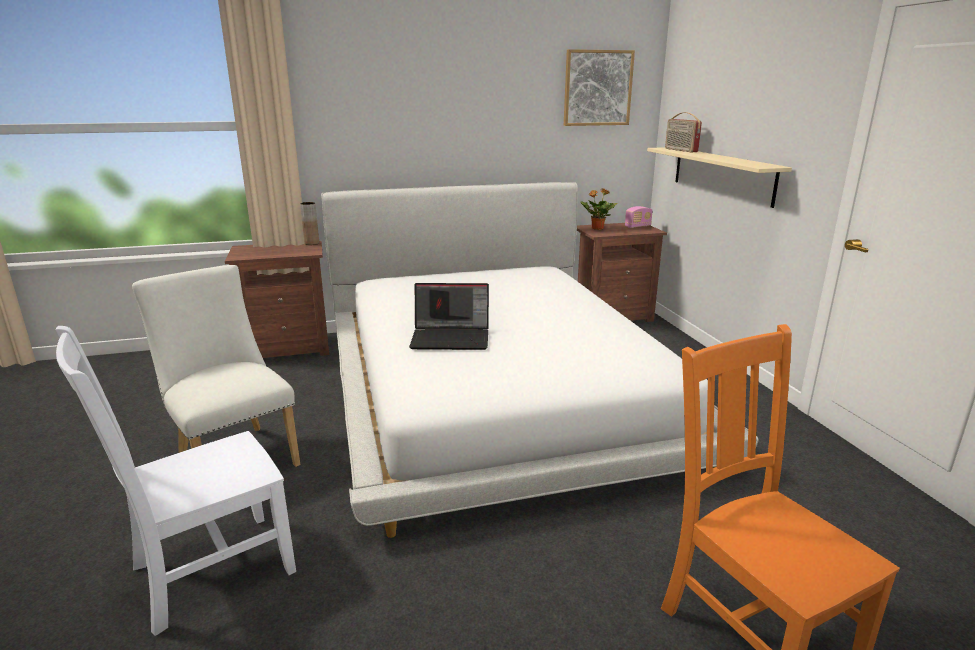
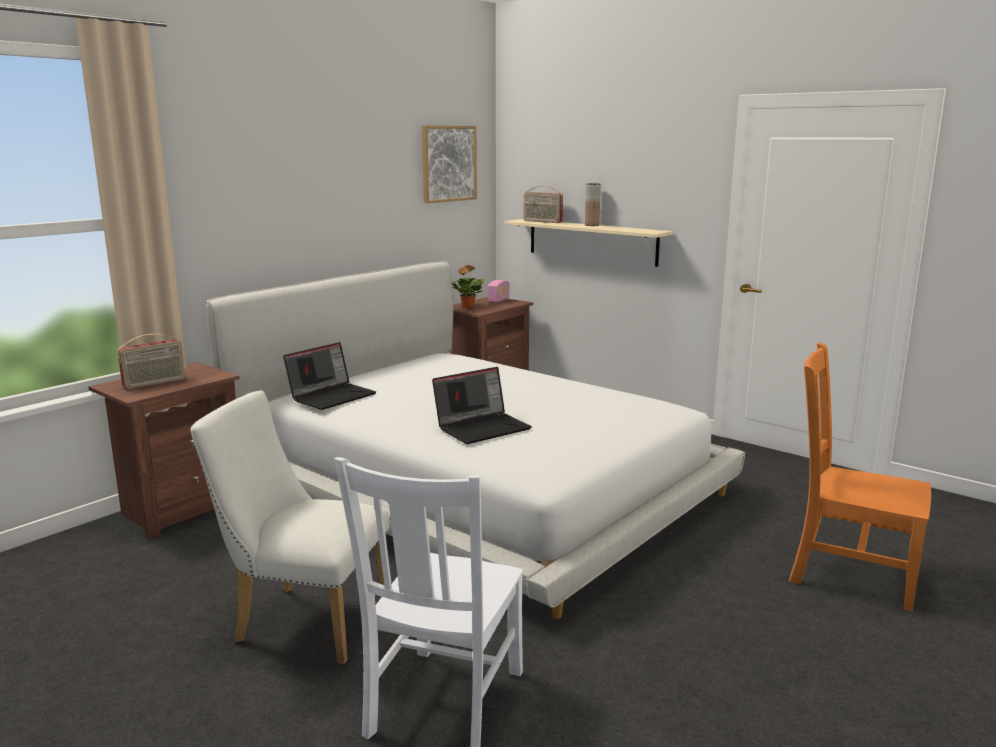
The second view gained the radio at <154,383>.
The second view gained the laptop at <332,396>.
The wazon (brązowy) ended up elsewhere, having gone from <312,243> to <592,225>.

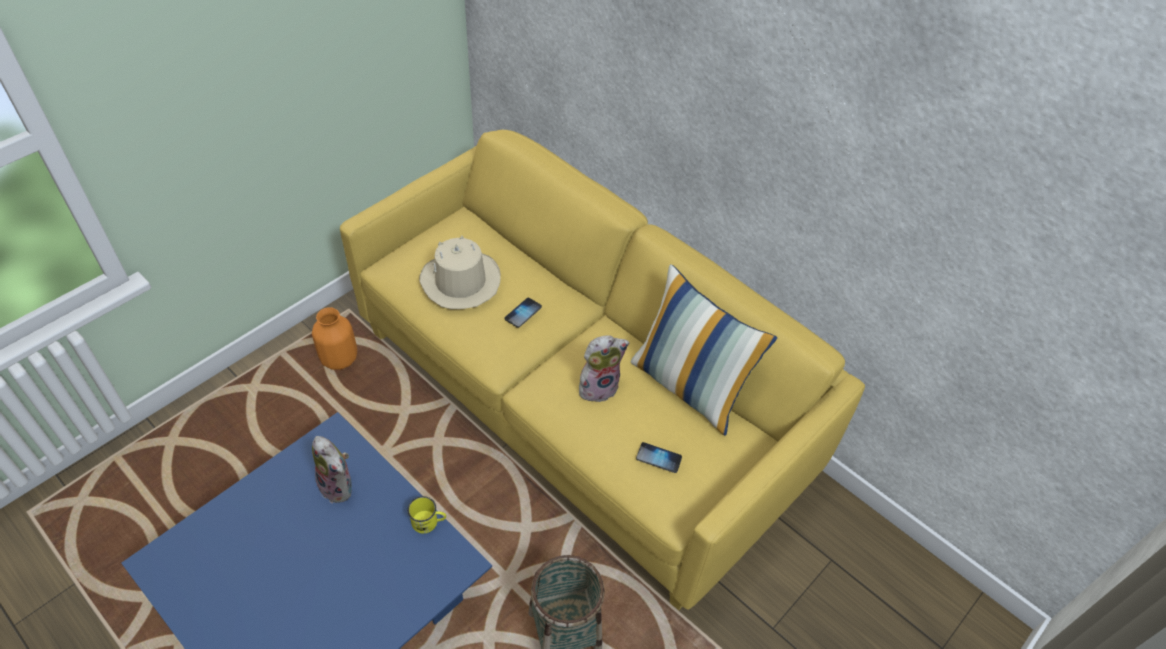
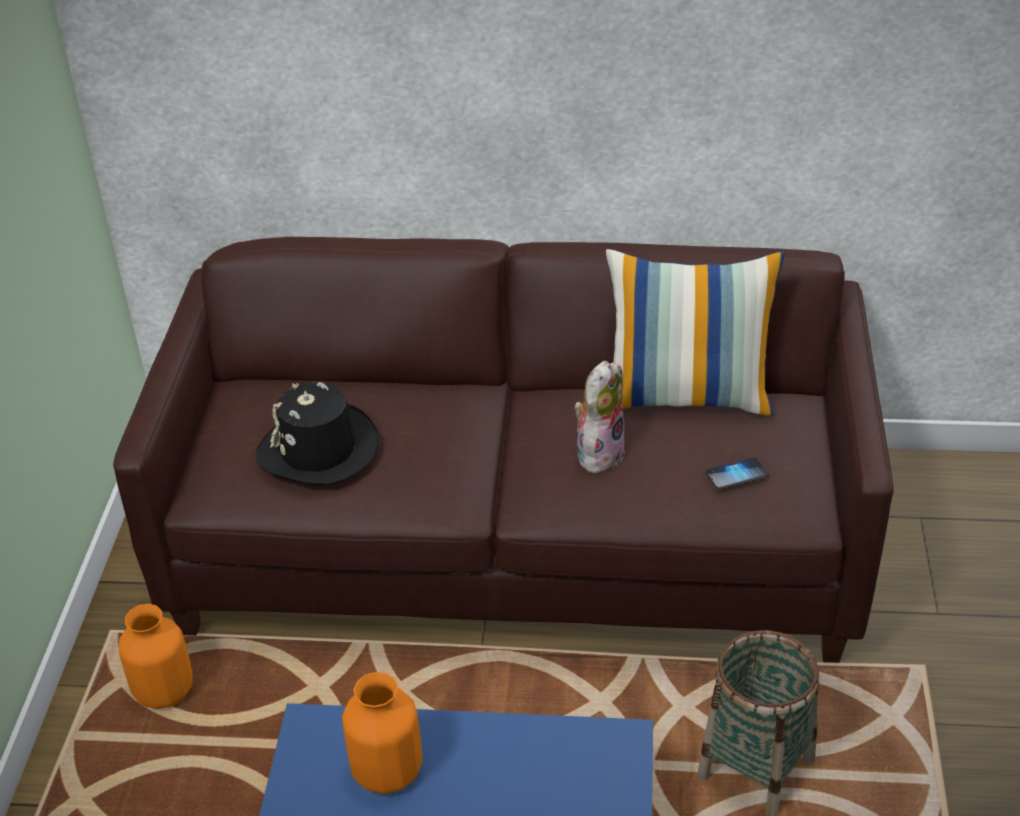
The second view lost the kubek (żółty) at <429,522>.
The second view lost the telefon at <523,313>.
Where the pluszak stood at <339,486>, the wazon (pomarańczowy) came to stand at <386,772>.
What was the kanapa (żółty) at <579,403> turned into the kanapa (brązowy) at <517,545>.
What was the kapelusz (beżowy) at <460,282> turned into the kapelusz (czarny) at <319,450>.

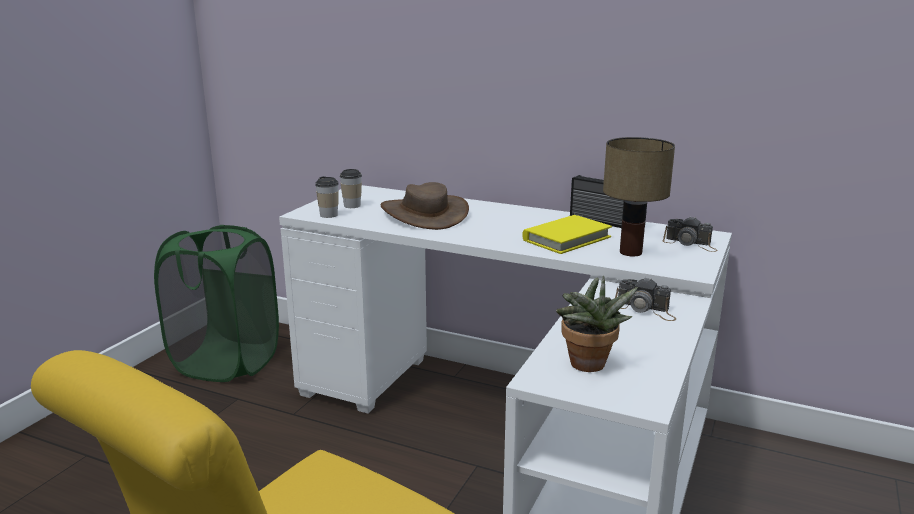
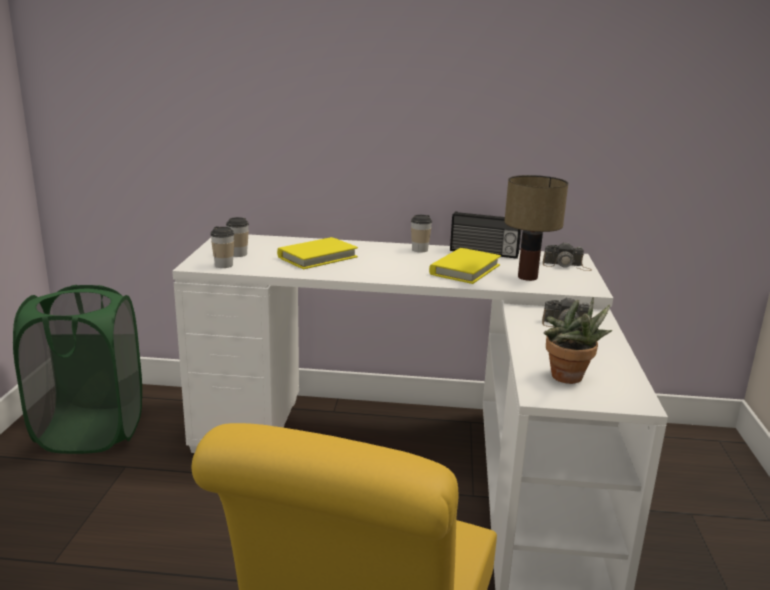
The second view gained the filiżanka at <419,250>.
Where the kapelusz (brązowy) stood at <424,214>, the książka (żółty) came to stand at <317,257>.

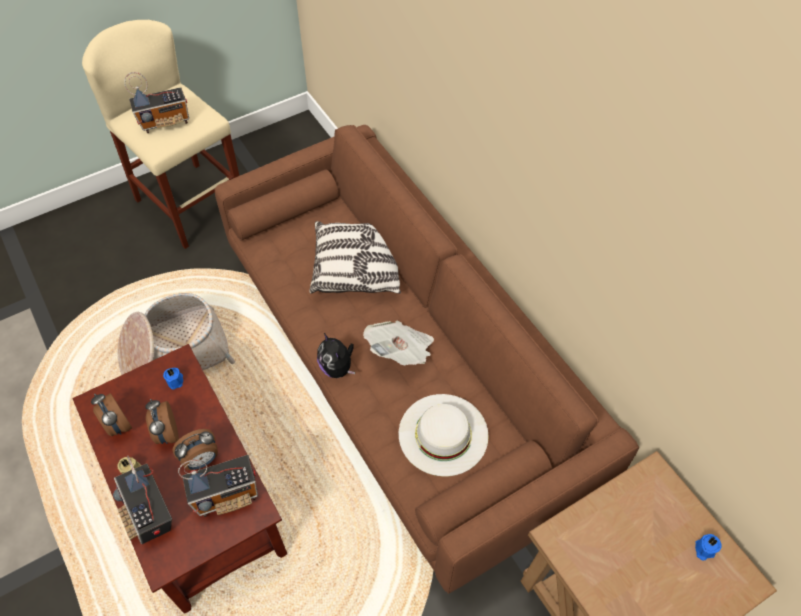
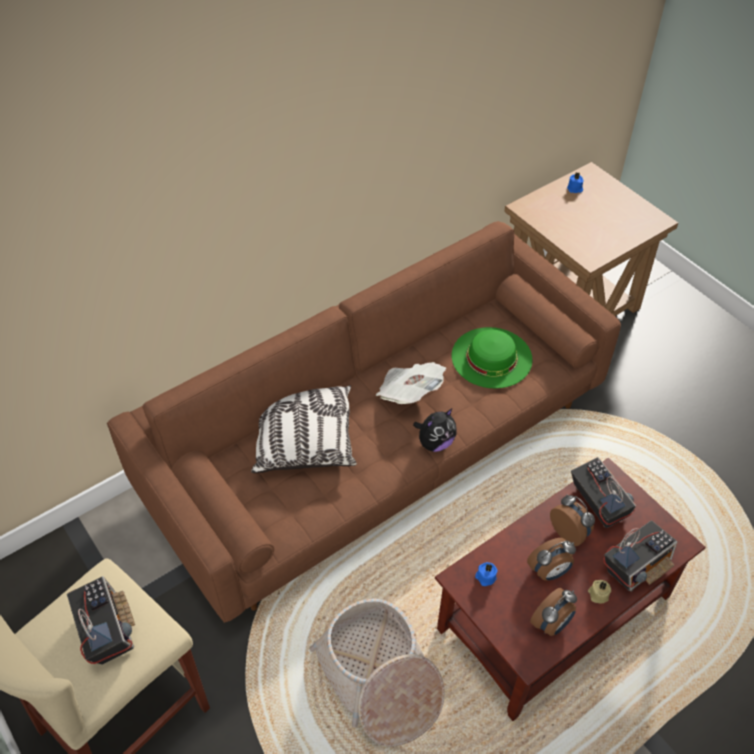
What was the kapelusz (biały) at <443,434> turned into the kapelusz (zielony) at <491,357>.

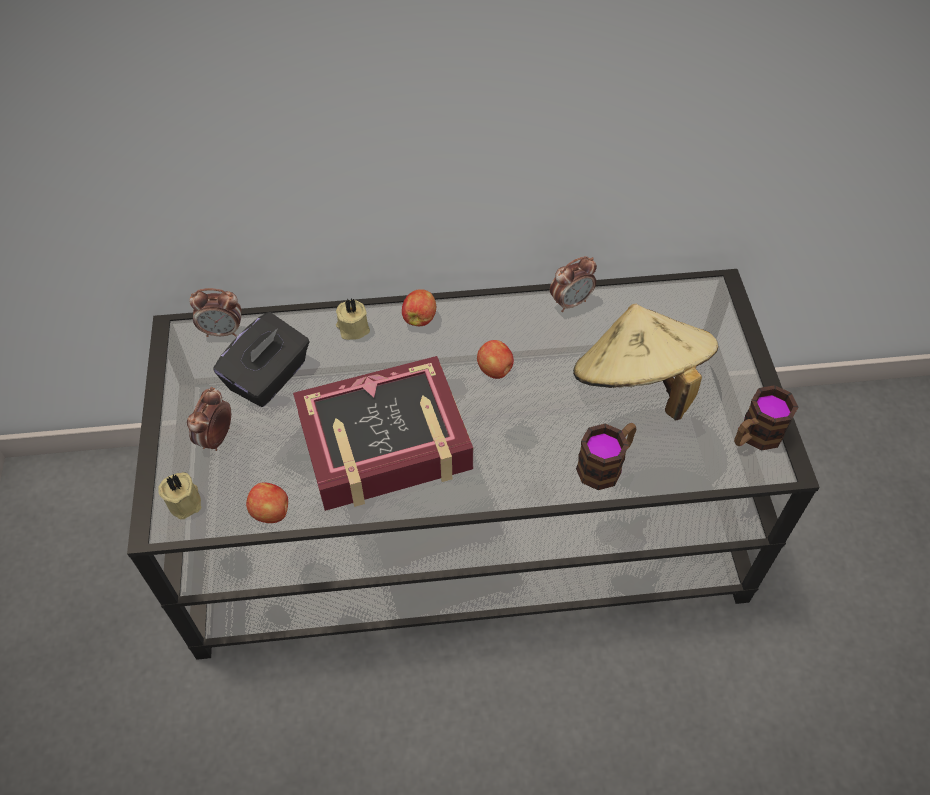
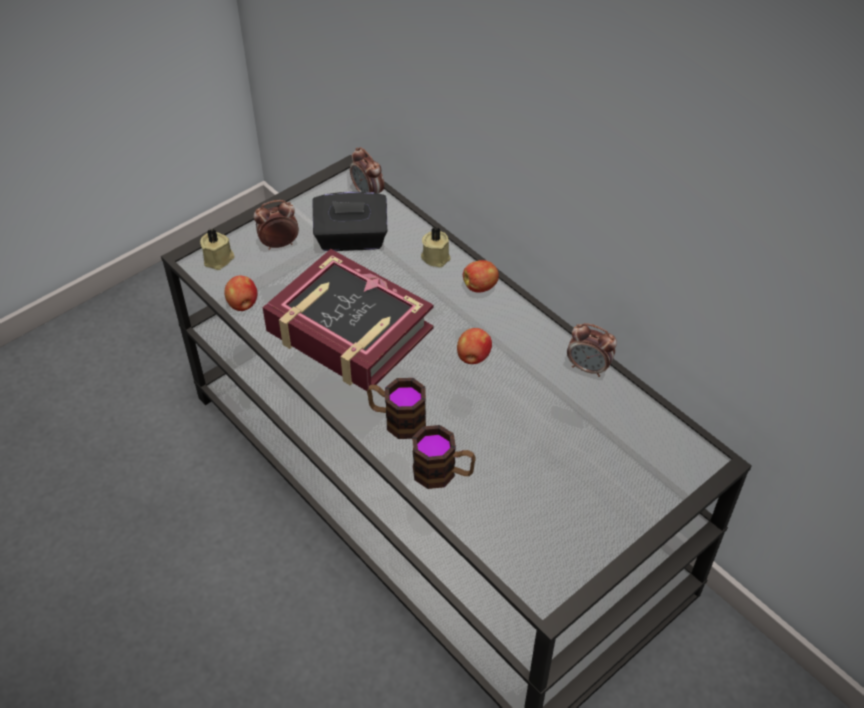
The second view lost the kapelusz (beżowy) at <637,385>.
The kubek ended up elsewhere, having gone from <754,436> to <397,420>.

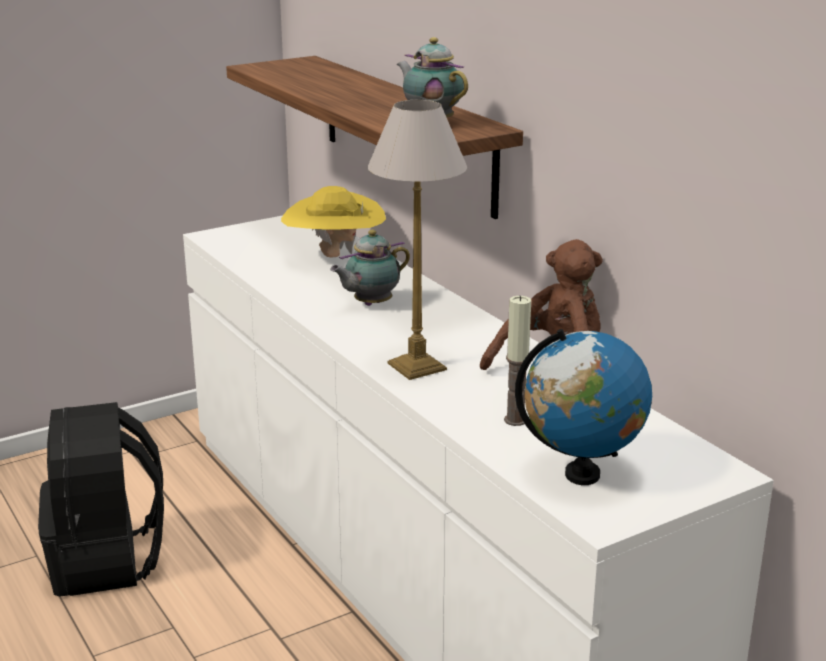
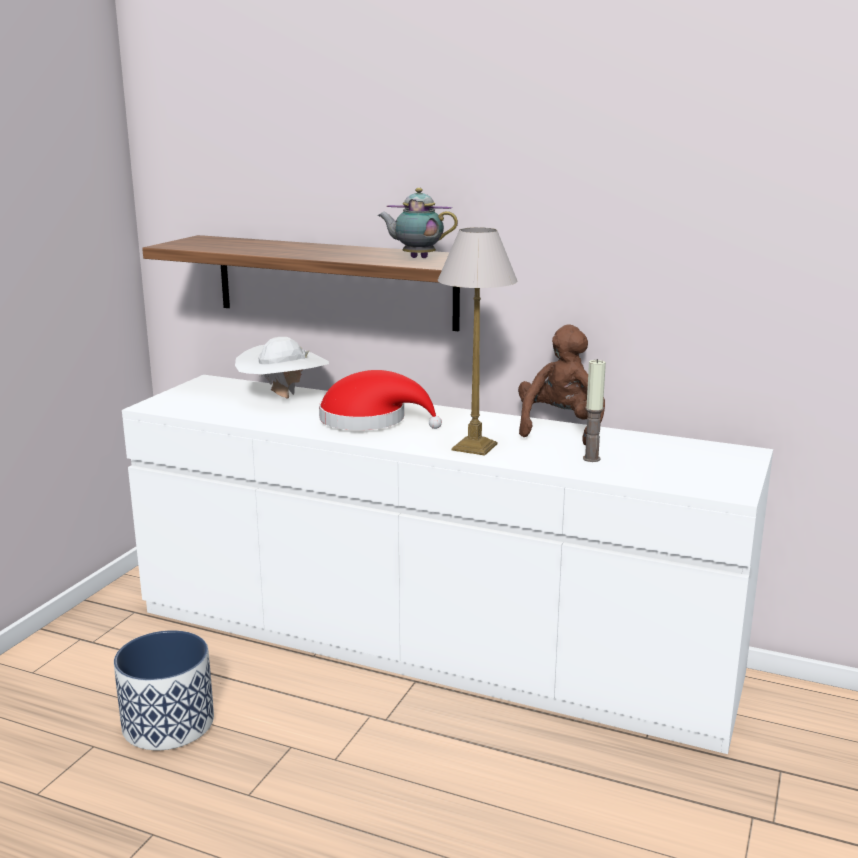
The second view lost the globus at <582,475>.
Where the plecak (czarny) stood at <108,561>, the donica came to stand at <169,724>.
Where the imbryk stood at <370,304>, the kapelusz (czerwony) came to stand at <370,420>.
What was the kapelusz (żółty) at <334,256> turned into the kapelusz (biały) at <283,399>.

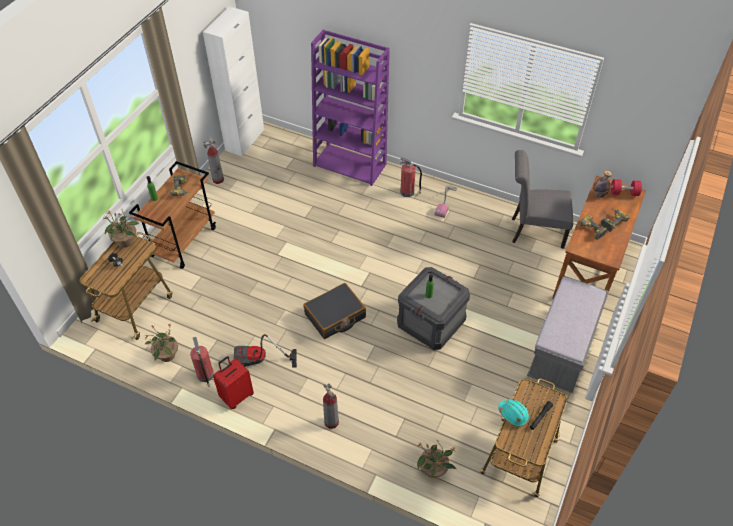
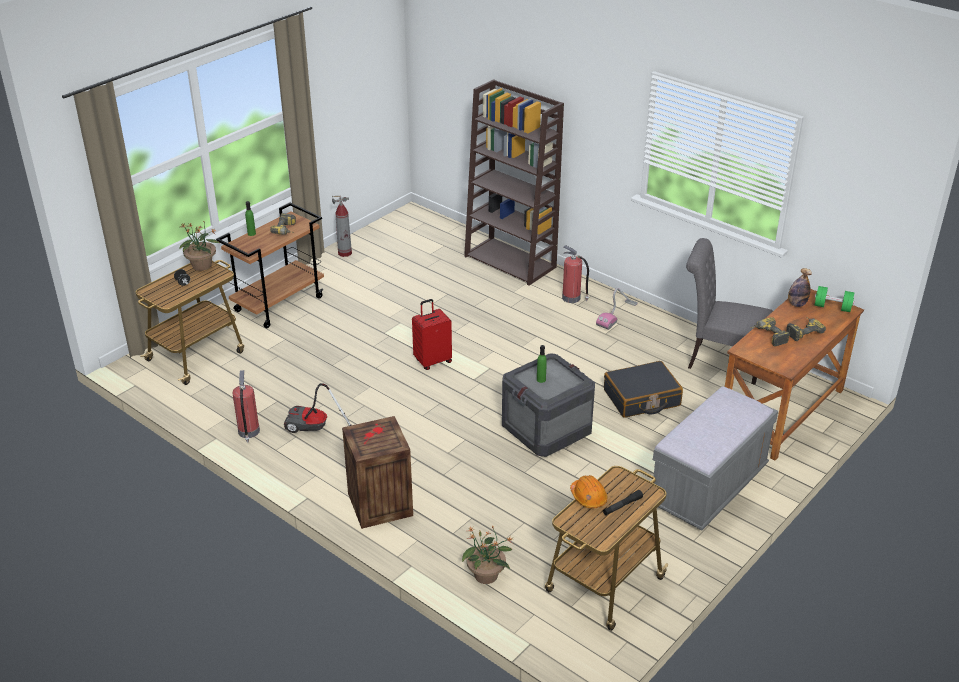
The second view lost the roślina doniczkowa at <166,355>.
The second view lost the szafka (biały) at <245,140>.
The walizka (czerwony) ended up elsewhere, having gone from <236,396> to <432,361>.
The walizka (czarny) ended up elsewhere, having gone from <335,316> to <641,398>.
Where the gaśnica stood at <331,422>, the skrzynka came to stand at <378,504>.
What was the regał (fioletowy) at <350,165> turned into the regał (brązowy) at <511,262>.
What was the kask (turkusowy) at <513,414> turned into the kask (pomarańczowy) at <588,497>.
What was the hantel (czerwony) at <624,193> turned into the hantel (zielony) at <832,307>.

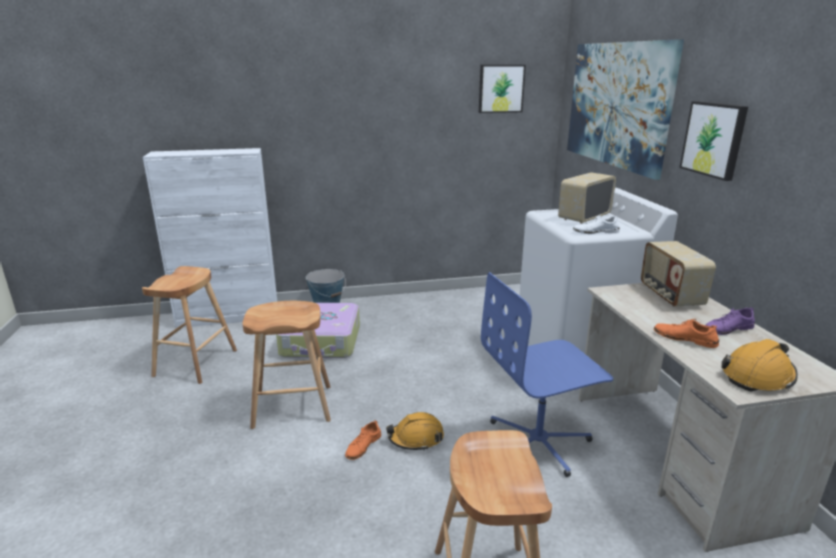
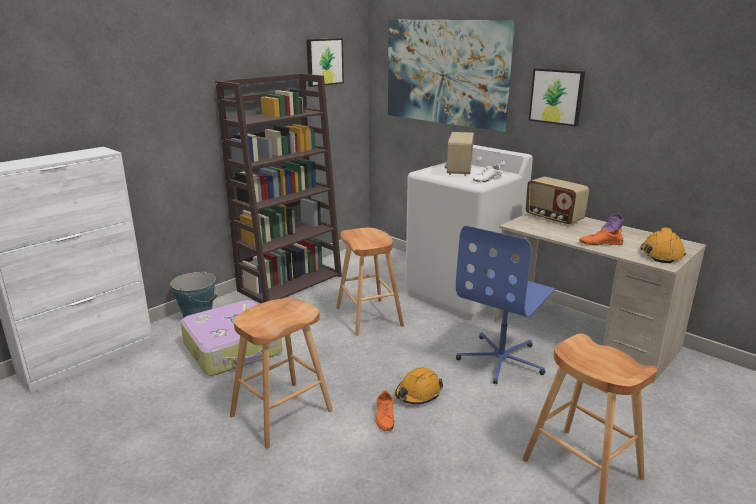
The second view gained the regał (brązowy) at <291,283>.
The stołek (brązowy) ended up elsewhere, having gone from <196,363> to <368,316>.

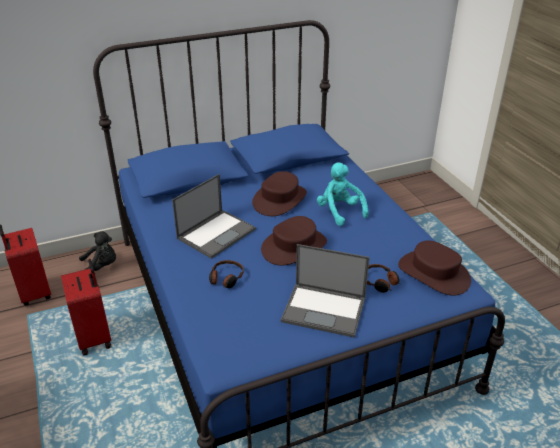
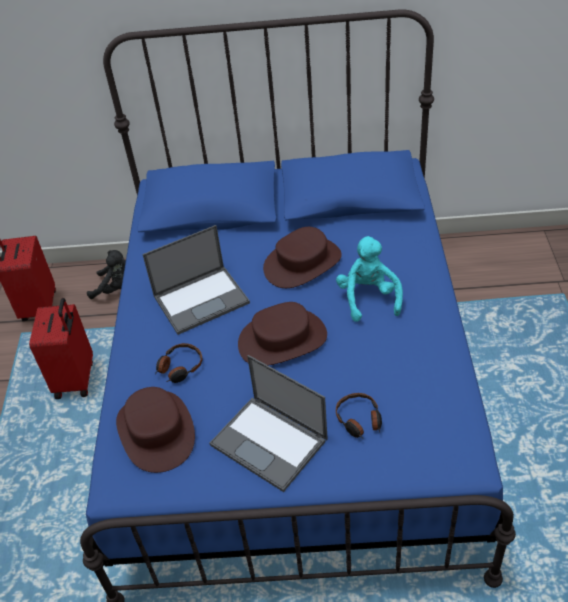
The kapelusz (brązowy) ended up elsewhere, having gone from <434,273> to <157,431>.

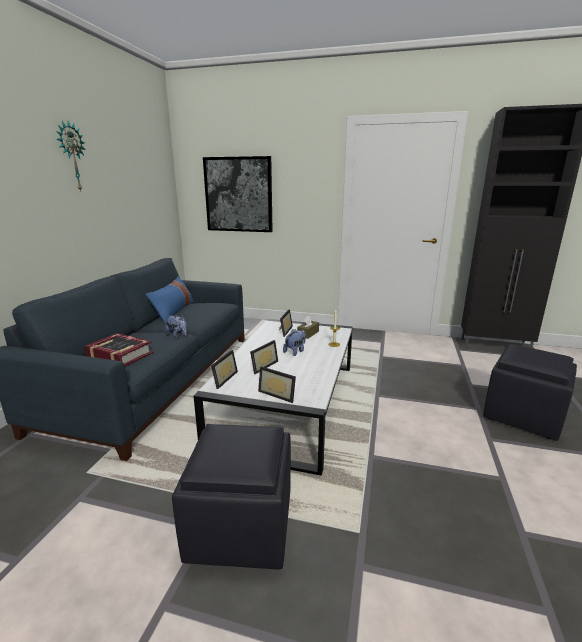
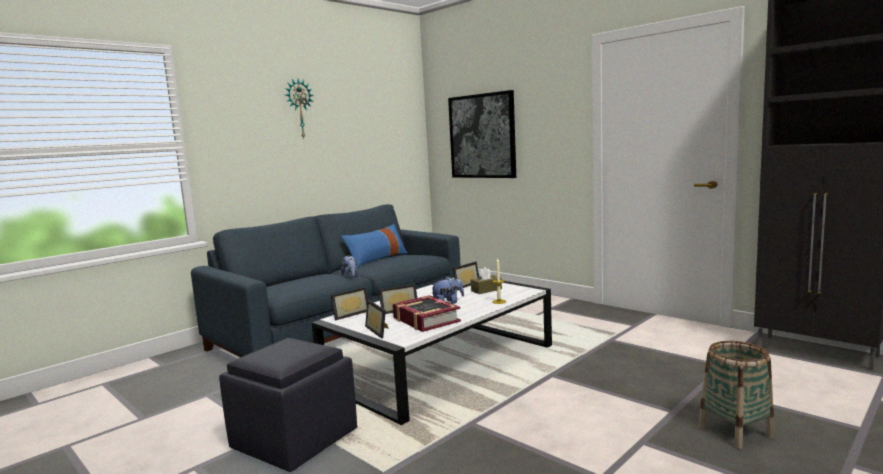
The książka ended up elsewhere, having gone from <119,356> to <425,320>.
Where the pufa (czarny) stood at <524,415>, the koszyk came to stand at <735,431>.

